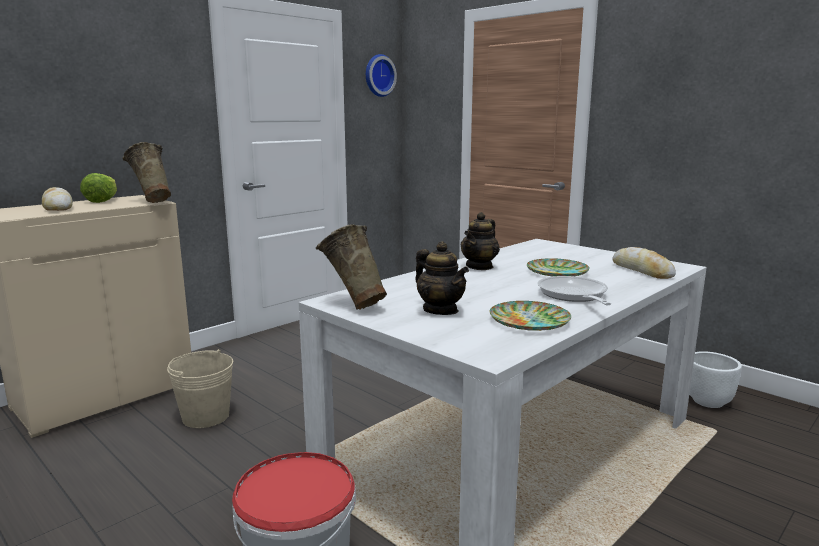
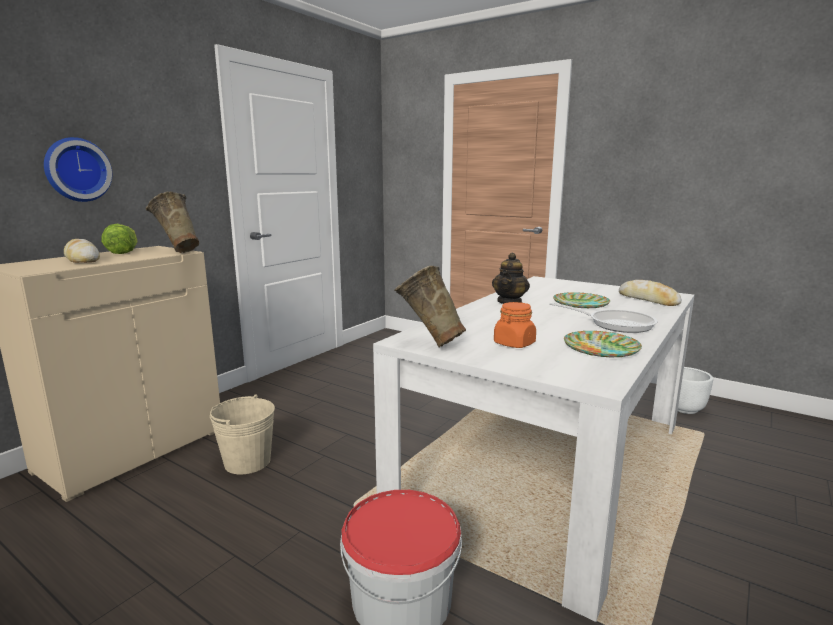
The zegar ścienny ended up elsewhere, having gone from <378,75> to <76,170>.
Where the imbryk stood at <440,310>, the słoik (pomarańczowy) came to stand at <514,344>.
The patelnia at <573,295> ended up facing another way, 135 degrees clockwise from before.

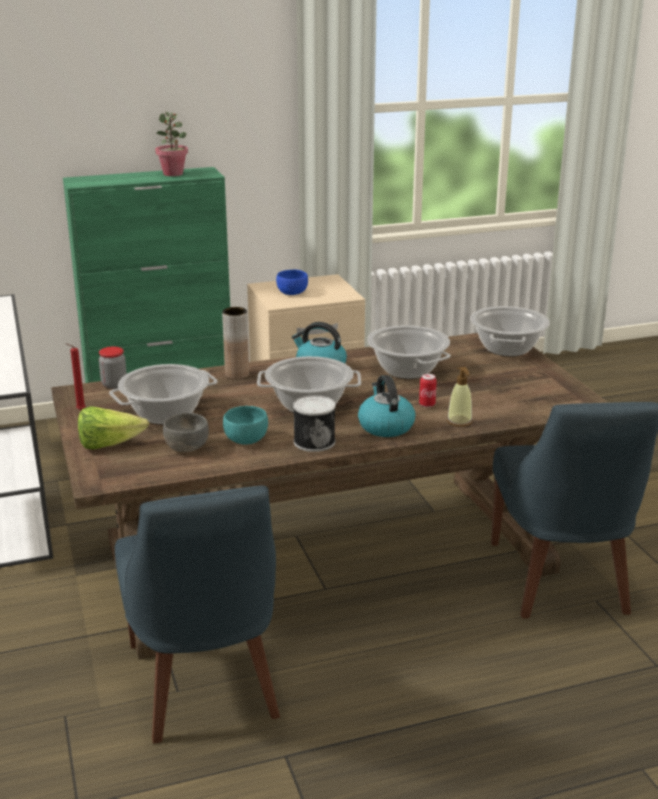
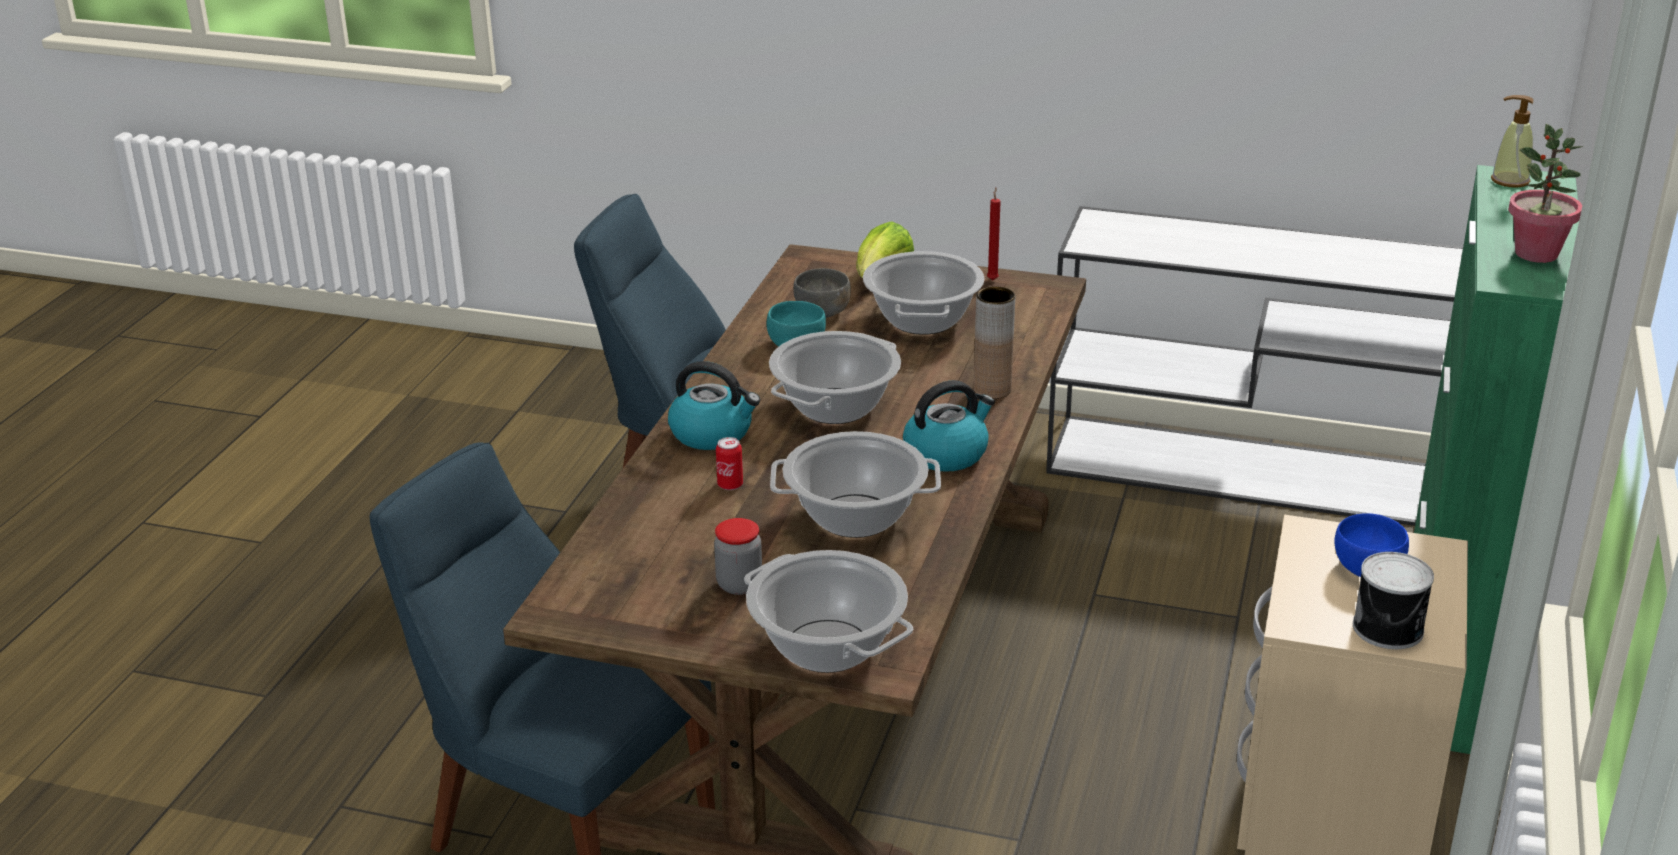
The słoik ended up elsewhere, having gone from <114,384> to <739,585>.
The puszka ended up elsewhere, having gone from <314,441> to <1390,629>.
The dozownik mydła ended up elsewhere, having gone from <459,422> to <1509,181>.

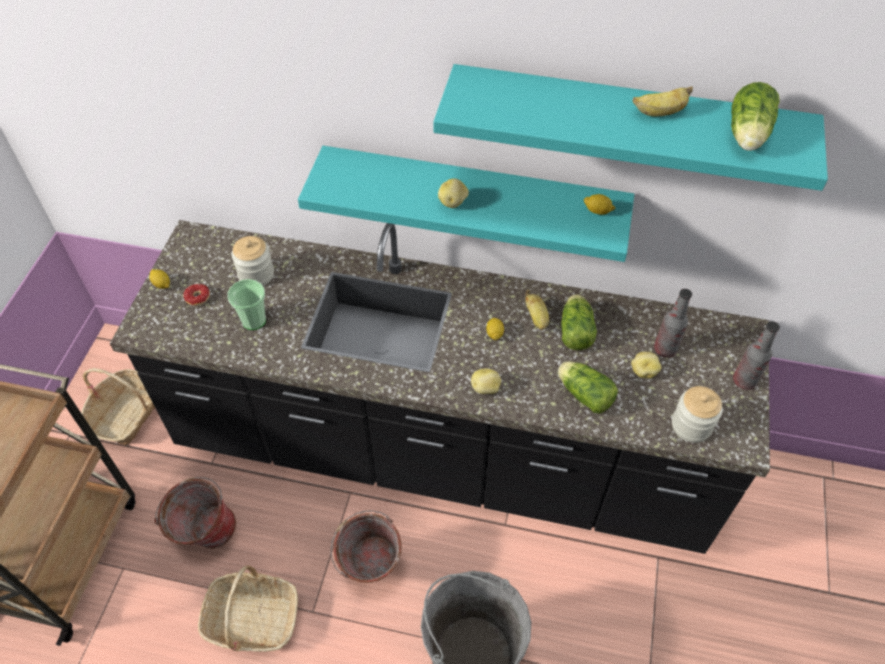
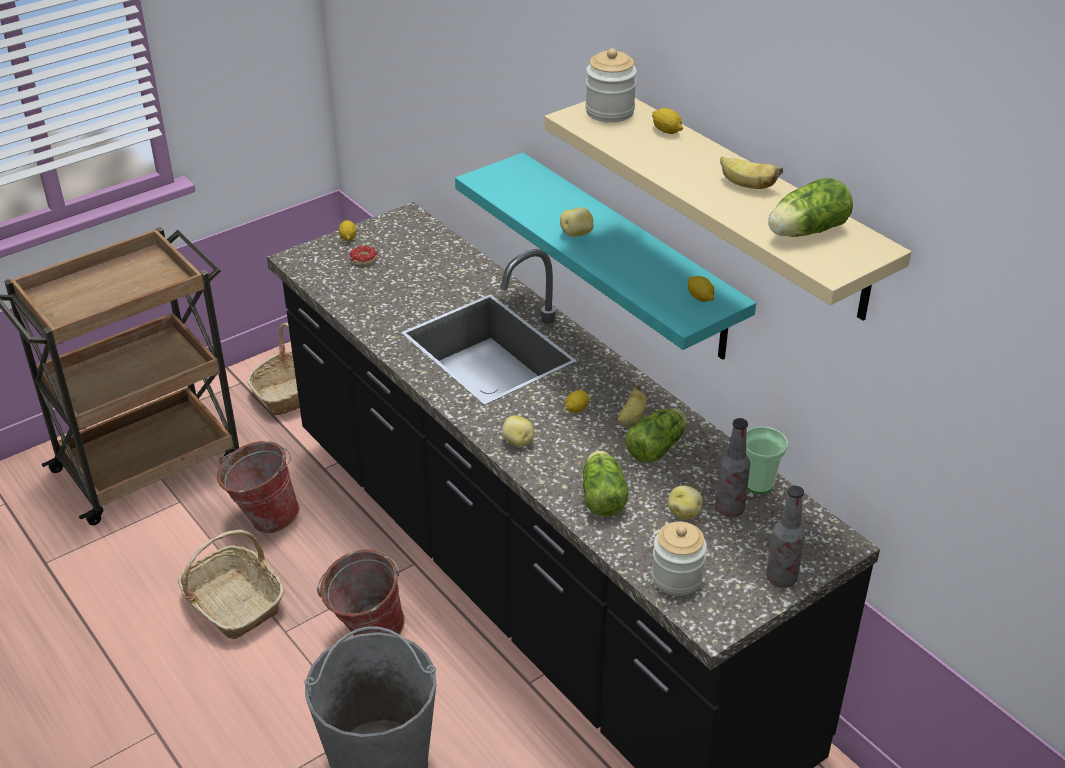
The second view gained the cytryna at <666,131>.
The filiżanka ended up elsewhere, having gone from <254,320> to <758,483>.
The słoik ended up elsewhere, having gone from <256,274> to <609,112>.
What was the półka (turkusowy) at <625,122> turned into the półka (beżowy) at <747,204>.

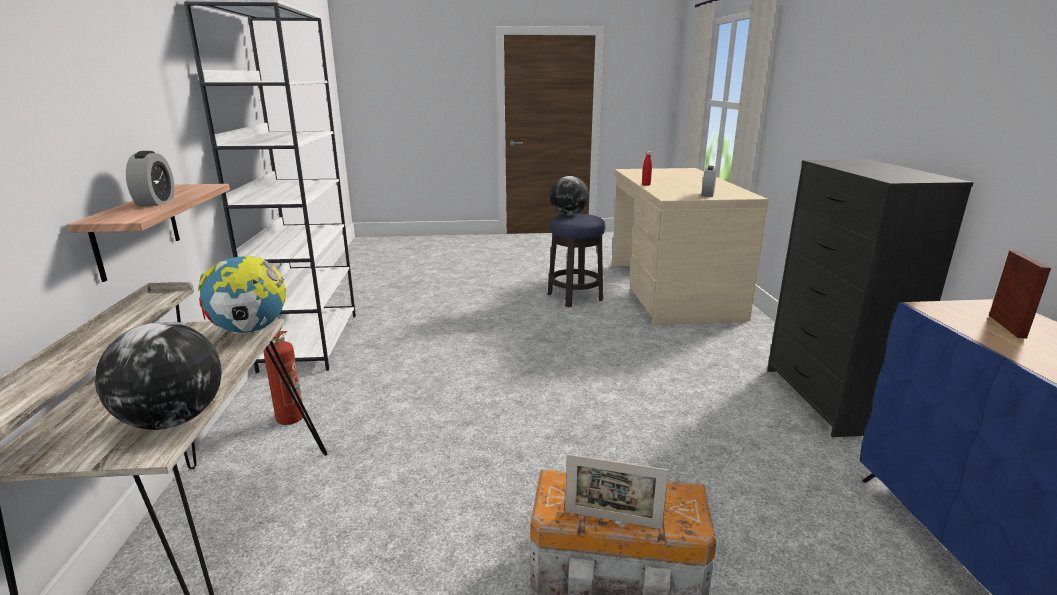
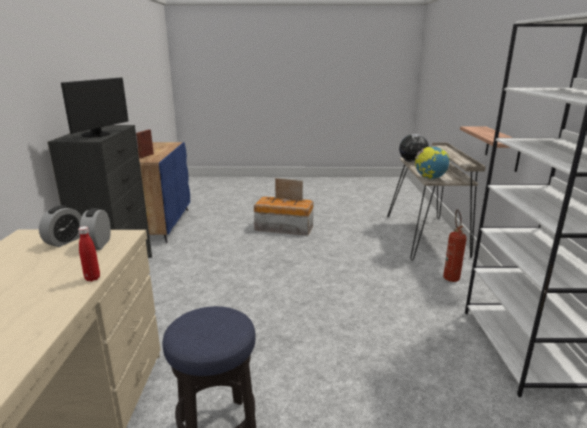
The second view lost the globus at <568,215>.
The second view gained the monitor at <98,135>.
The budzik ended up elsewhere, having gone from <156,202> to <98,244>.

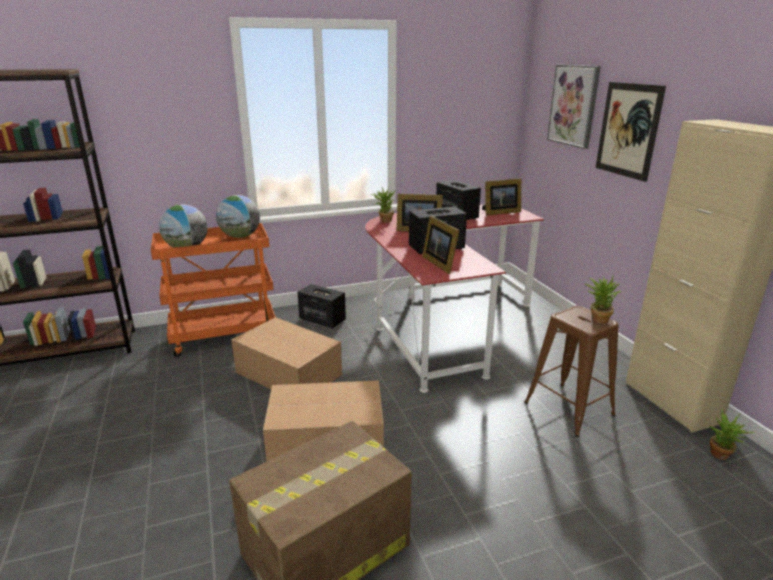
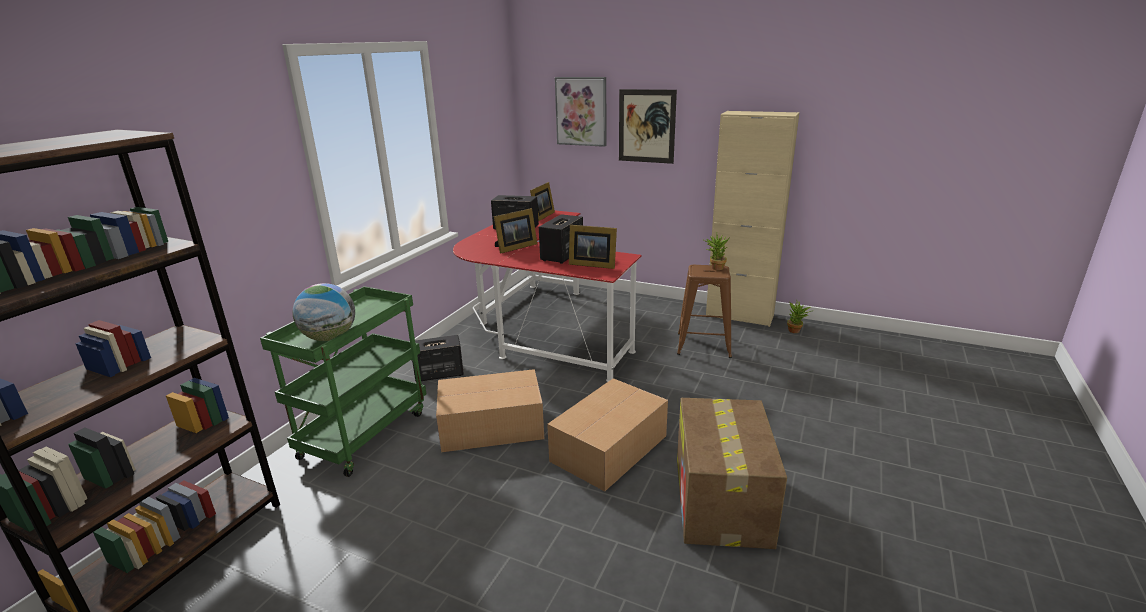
The second view lost the globus at <240,236>.
The second view lost the roślina doniczkowa at <383,220>.
What was the wózek (pomarańczowy) at <225,336> turned into the wózek (zielony) at <365,433>.

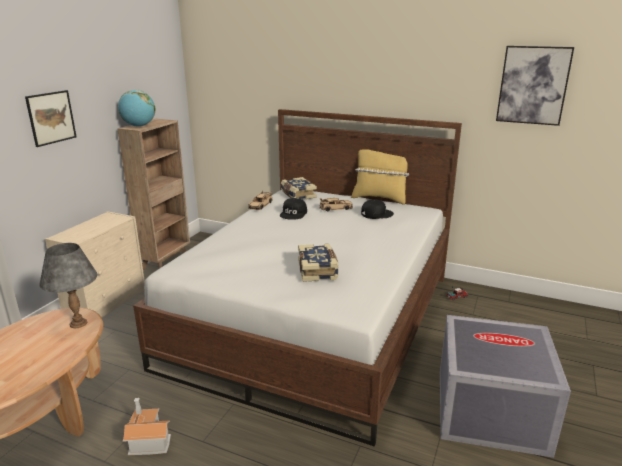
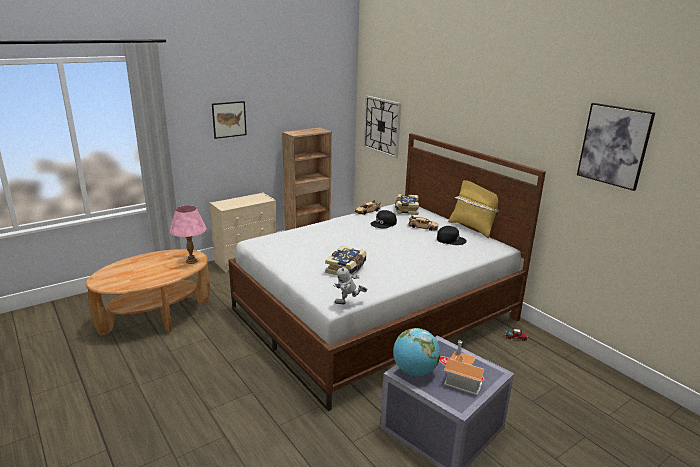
The second view gained the robot zabawkowy at <348,304>.
The second view gained the zegar ścienny at <382,126>.
The globus ended up elsewhere, having gone from <139,126> to <414,371>.
The domek ended up elsewhere, having gone from <147,439> to <461,378>.
What was the lampa stołowa (szary) at <78,324> turned into the lampa stołowa (różowy) at <191,261>.

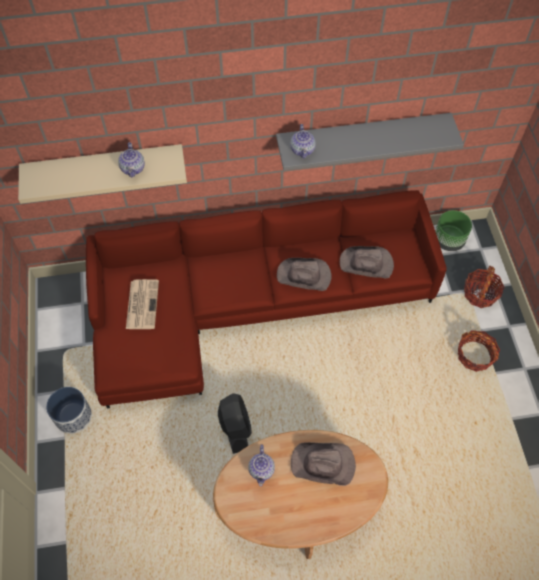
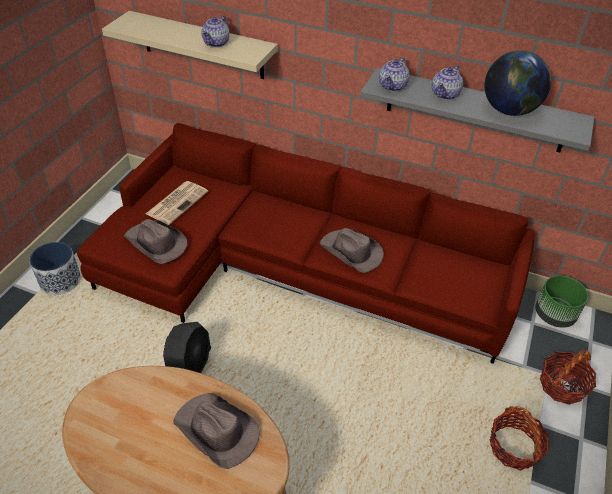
The second view gained the globus at <509,110>.
The imbryk ended up elsewhere, having gone from <262,469> to <445,94>.
The kapelusz (brązowy) ended up elsewhere, having gone from <367,264> to <156,243>.

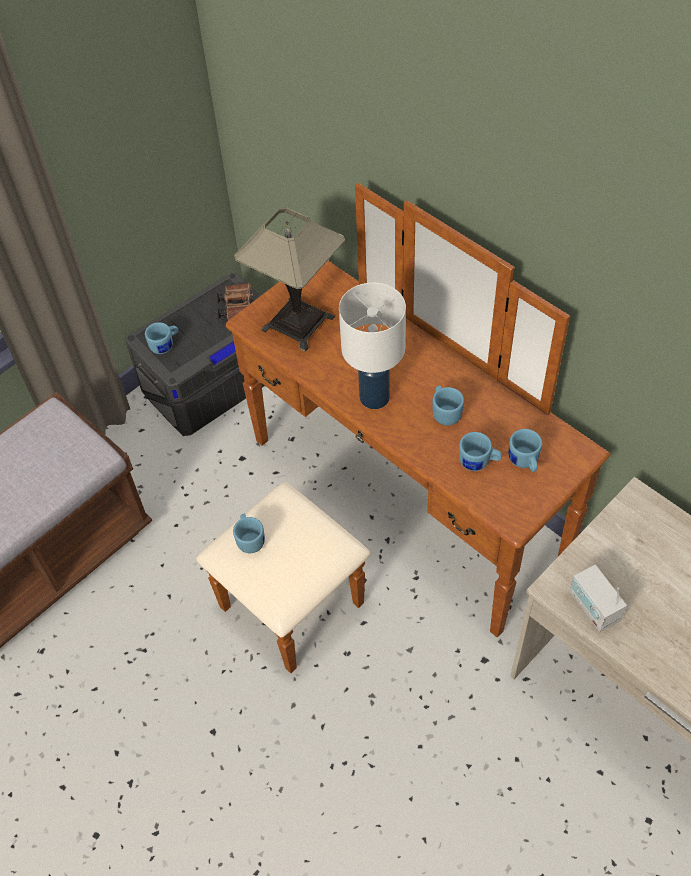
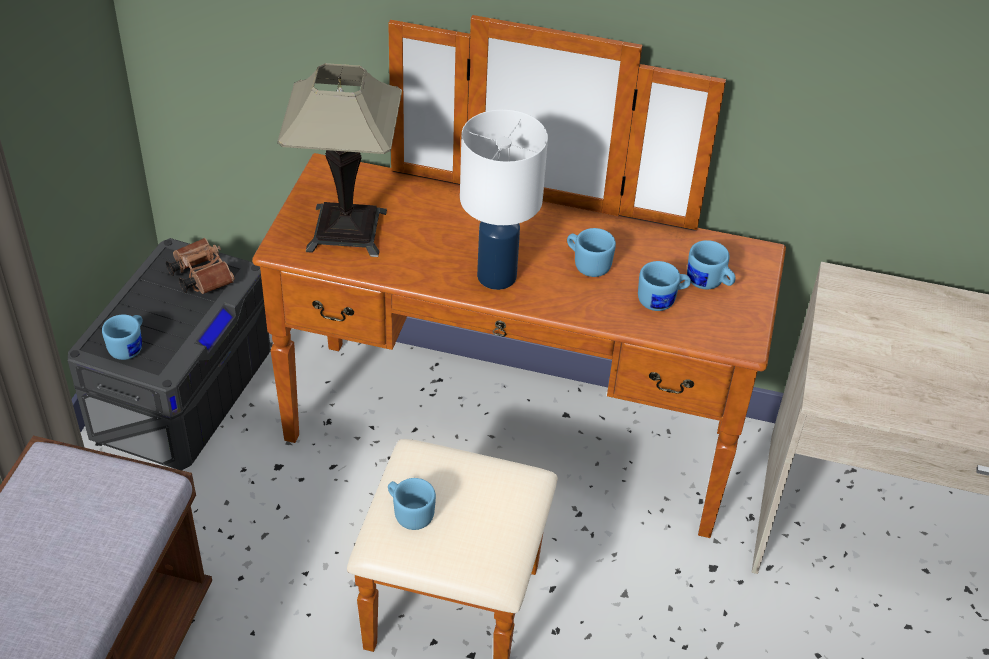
The second view lost the radio at <593,607>.

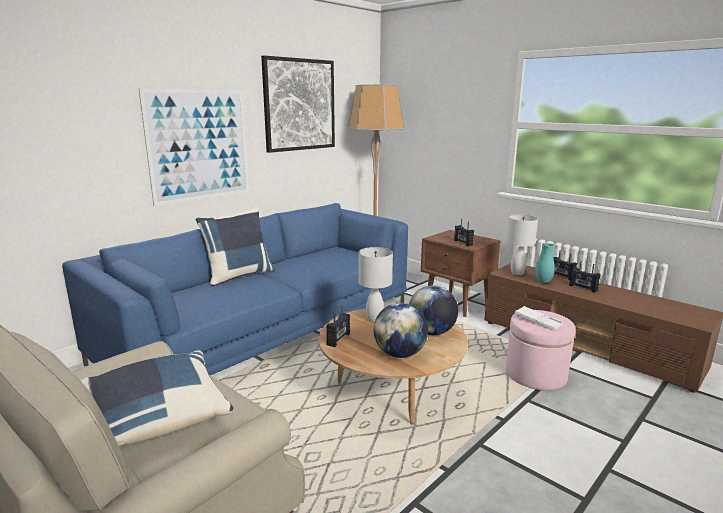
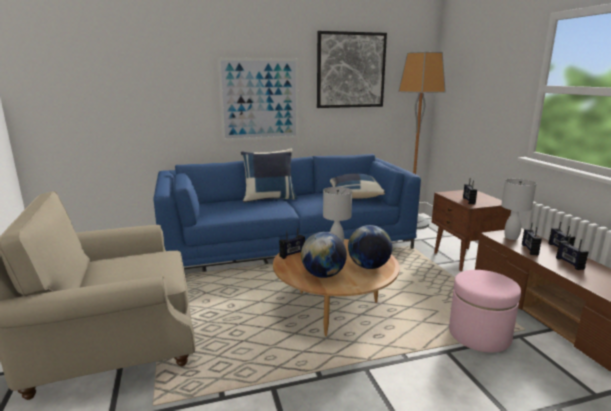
The second view lost the taca (biały) at <538,321>.
The poduszka (niebieski) ended up elsewhere, having gone from <156,418> to <354,196>.
Where the wazon (turkusowy) stood at <543,282>, the radio came to stand at <529,250>.

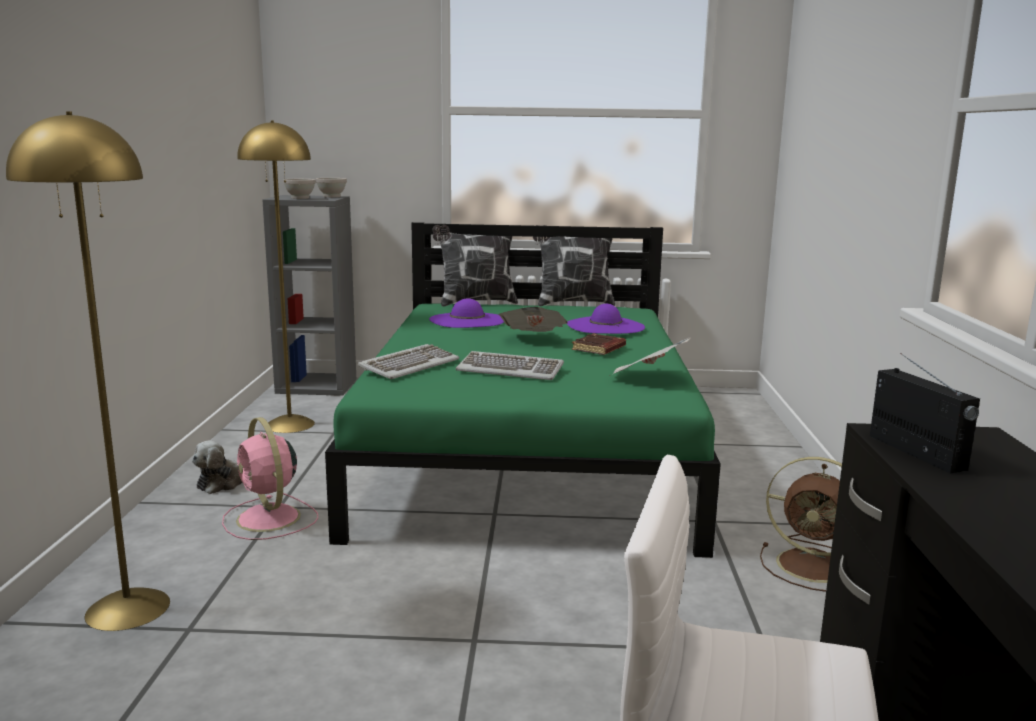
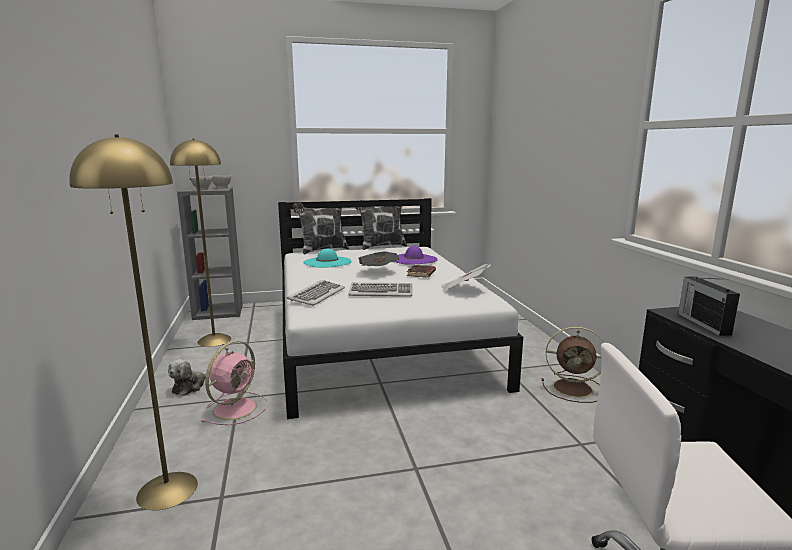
What was the łóżko (zielony) at <528,452> turned into the łóżko (biały) at <378,340>.
What was the kapelusz (fioletowy) at <467,320> turned into the kapelusz (turkusowy) at <327,262>.
The wentylator (różowy) at <269,519> ended up facing another way, 105 degrees counterclockwise from before.
The radio at <917,453> ended up facing another way, 150 degrees counterclockwise from before.

